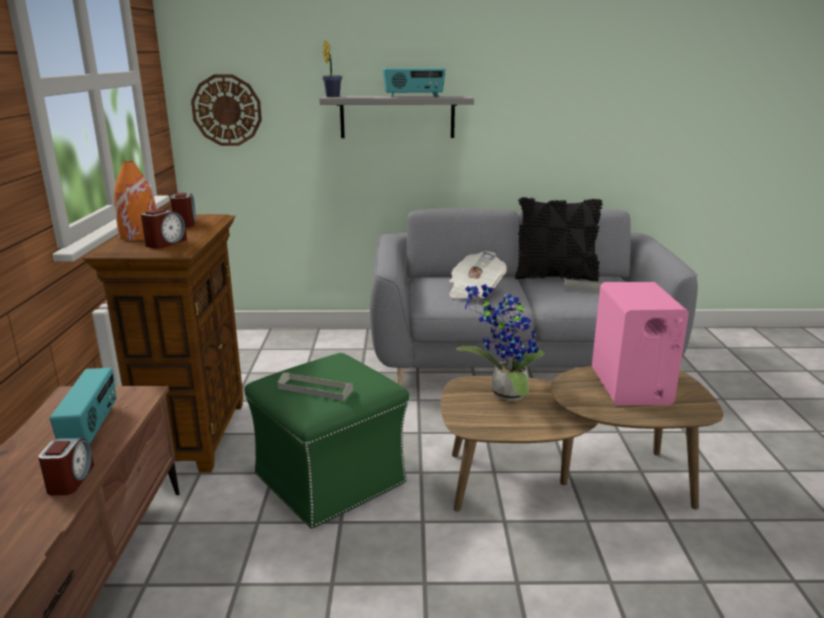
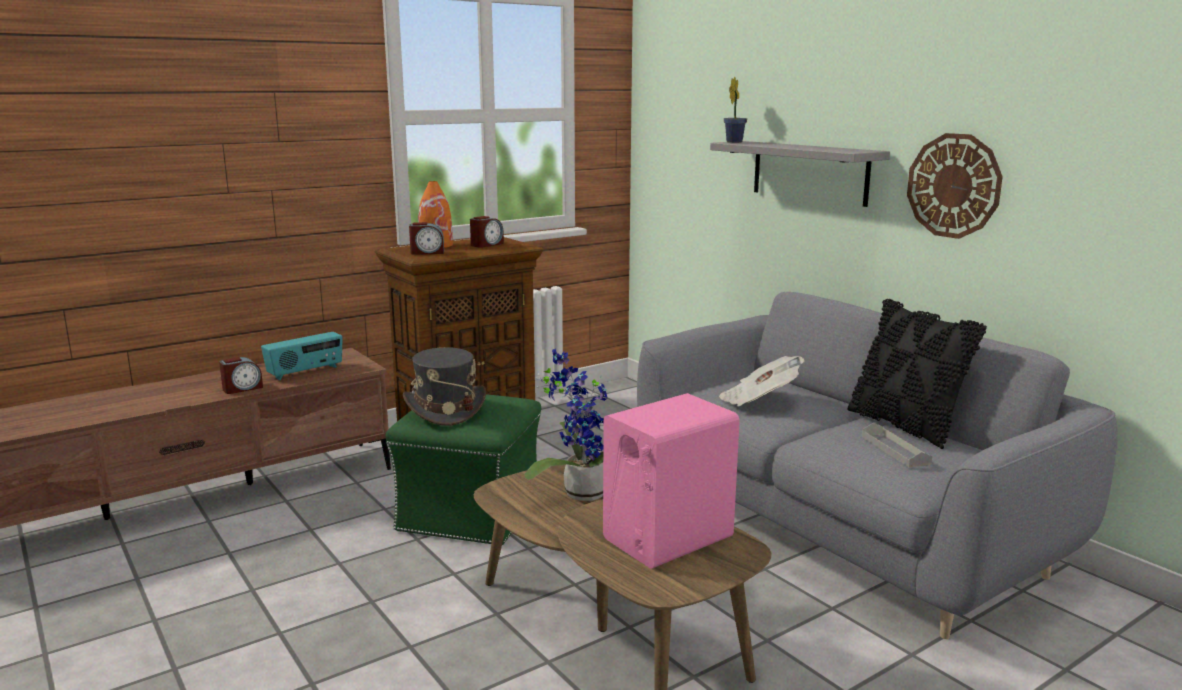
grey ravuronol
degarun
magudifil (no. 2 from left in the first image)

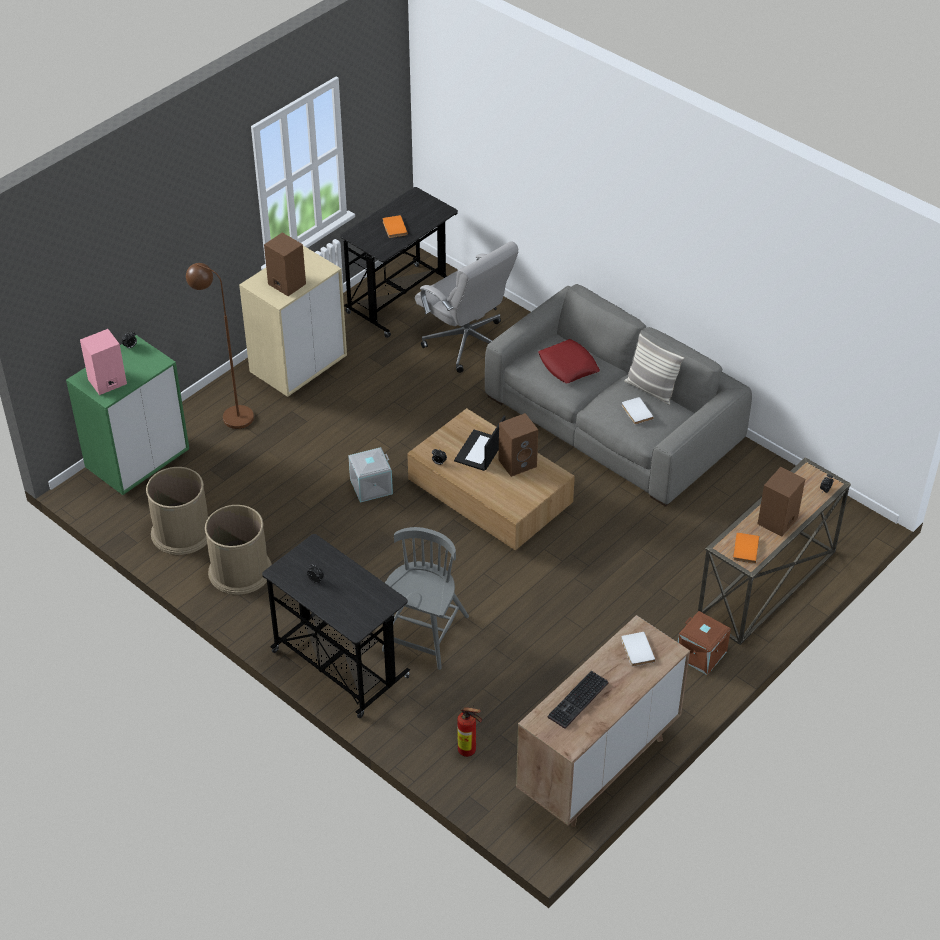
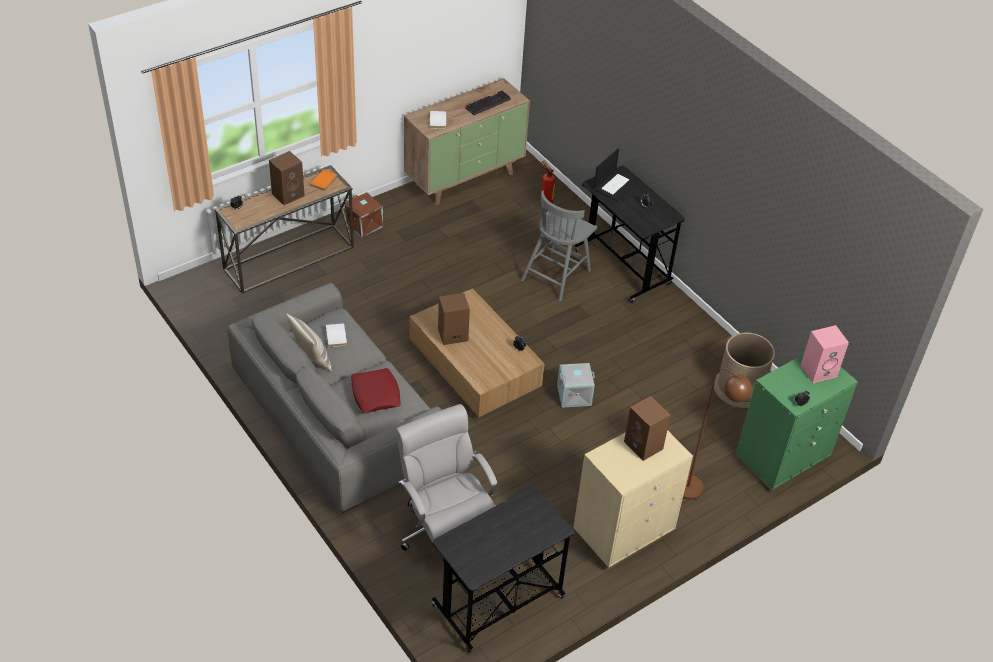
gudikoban
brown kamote (no. 2 from left in the first image)
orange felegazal (no. 1 from left in the first image)

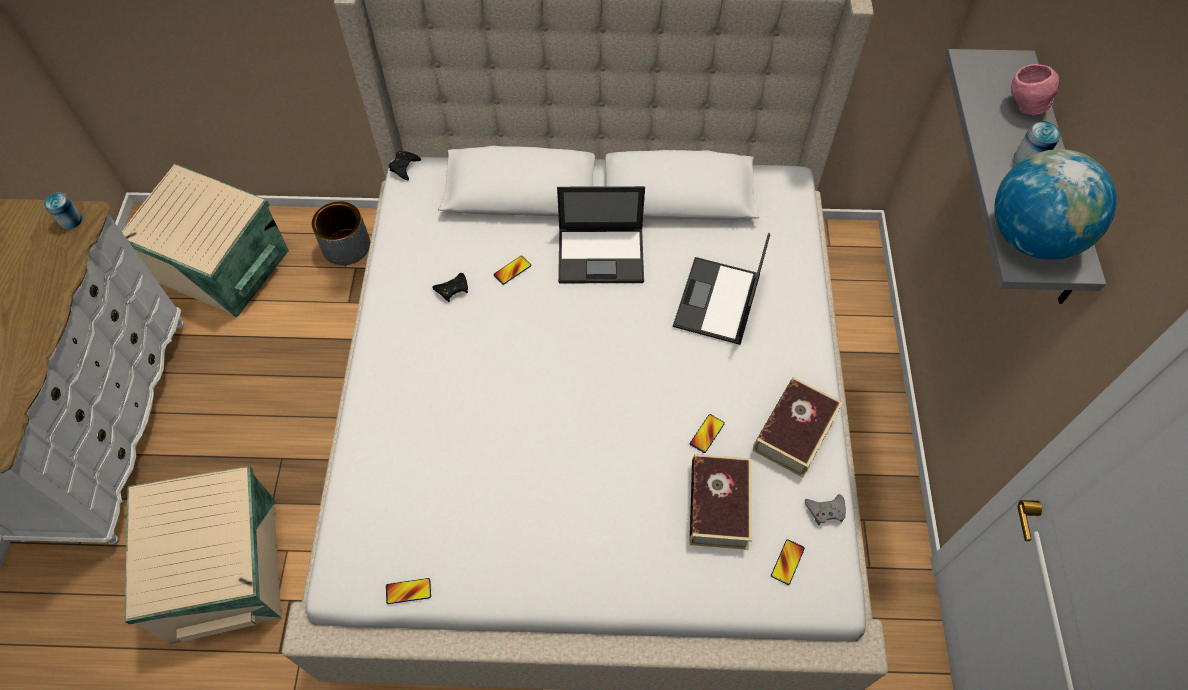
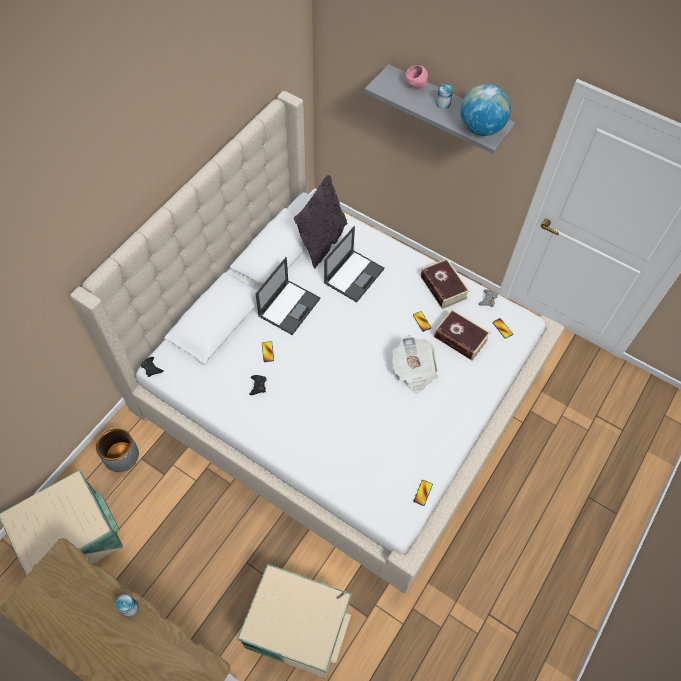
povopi (no. 1 from left)
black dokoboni
gudikoban (no. 2 from left)
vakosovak

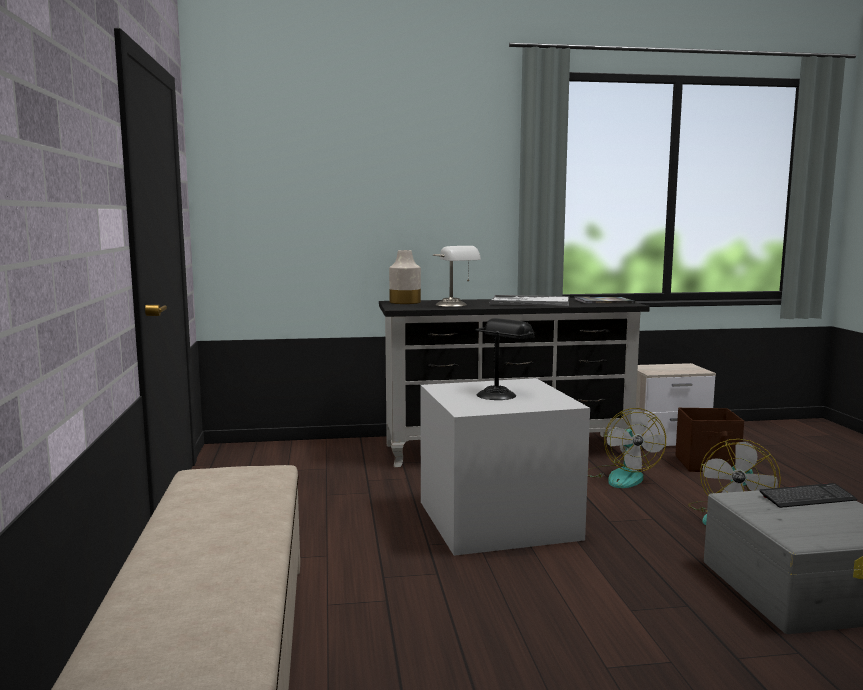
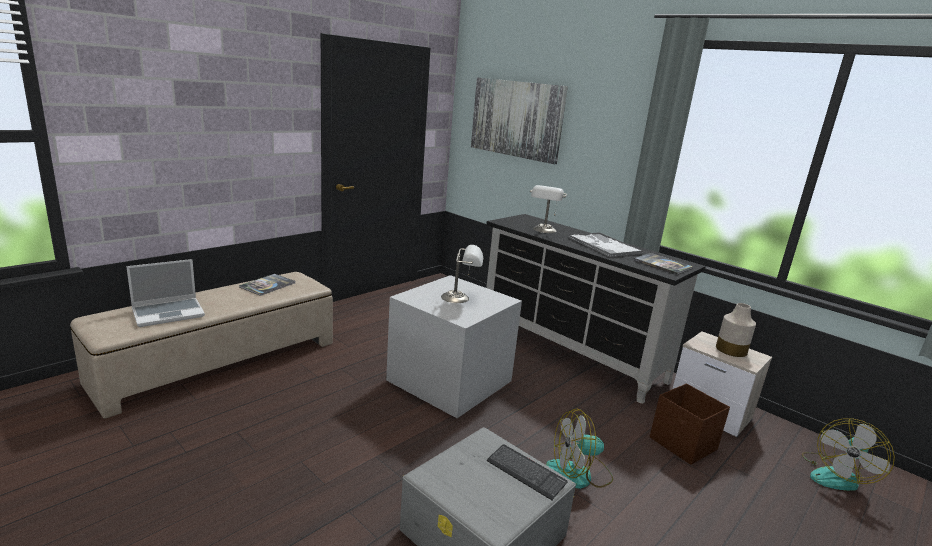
gudikoban
felegazal (no. 1 from left)
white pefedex (no. 1 from left)
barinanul
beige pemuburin
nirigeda (no. 2 from left)

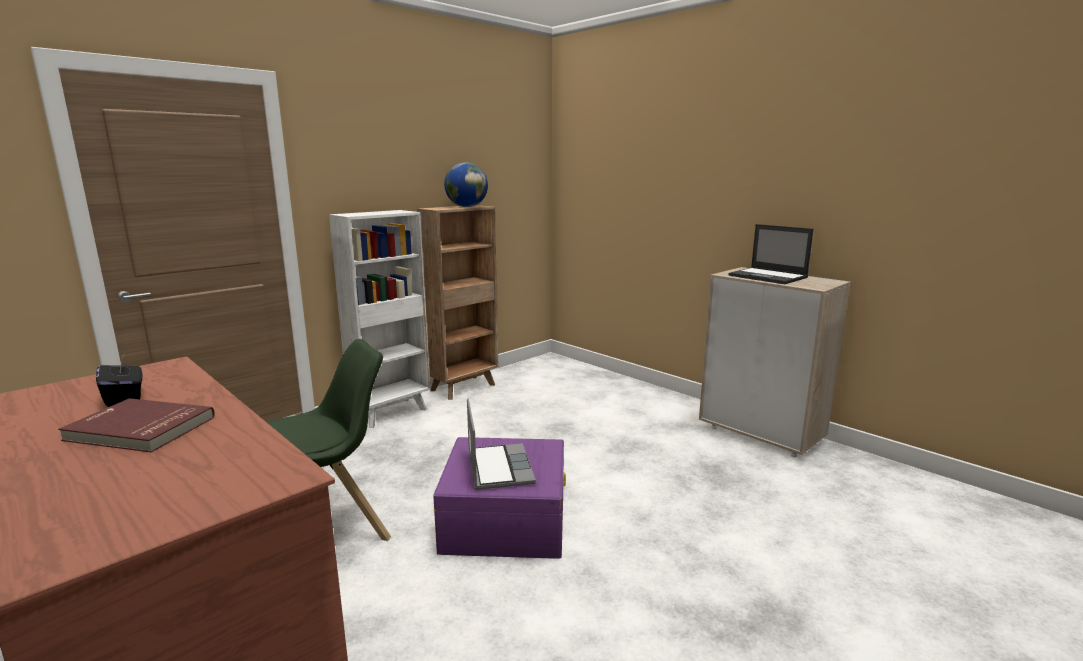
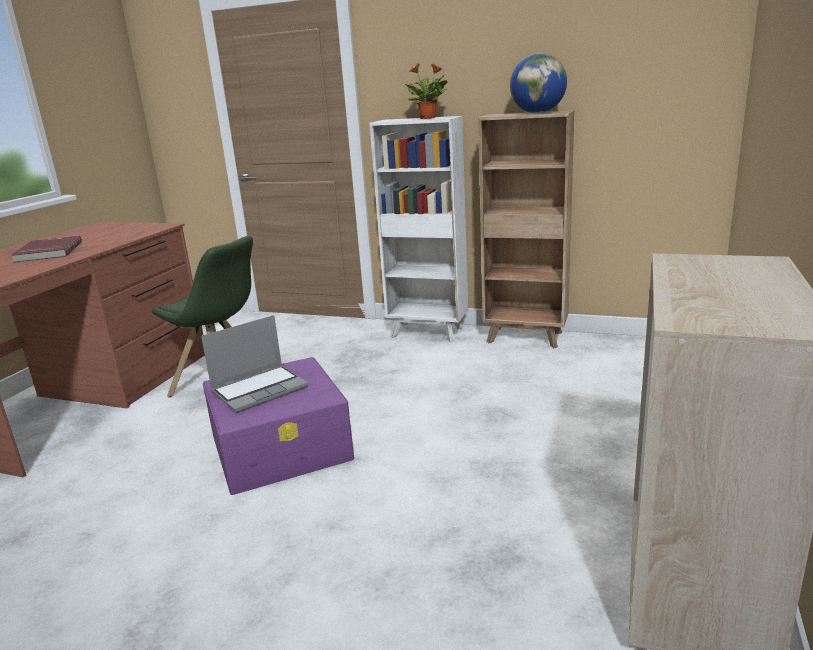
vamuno
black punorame
gudikoban (no. 2 from left in the first image)

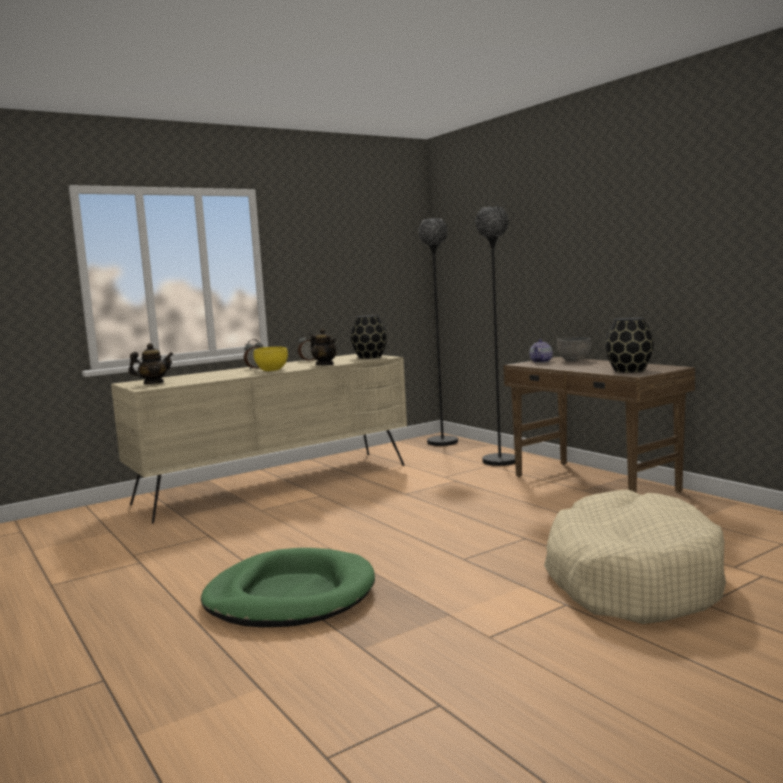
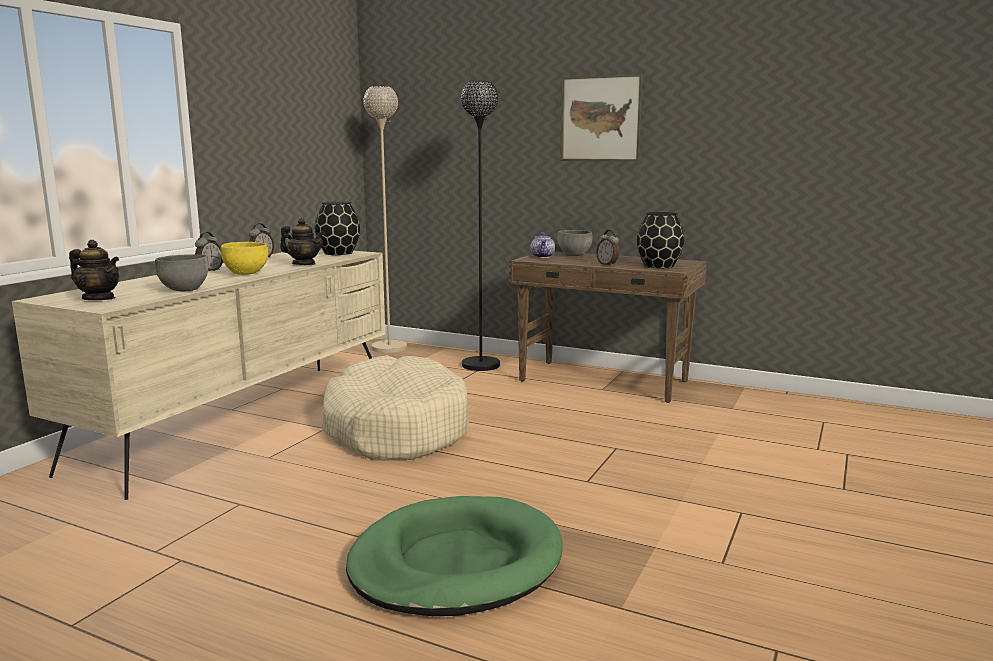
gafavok (no. 1 from left)
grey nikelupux (no. 1 from left)
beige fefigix
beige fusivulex
barinanul
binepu (no. 3 from left)

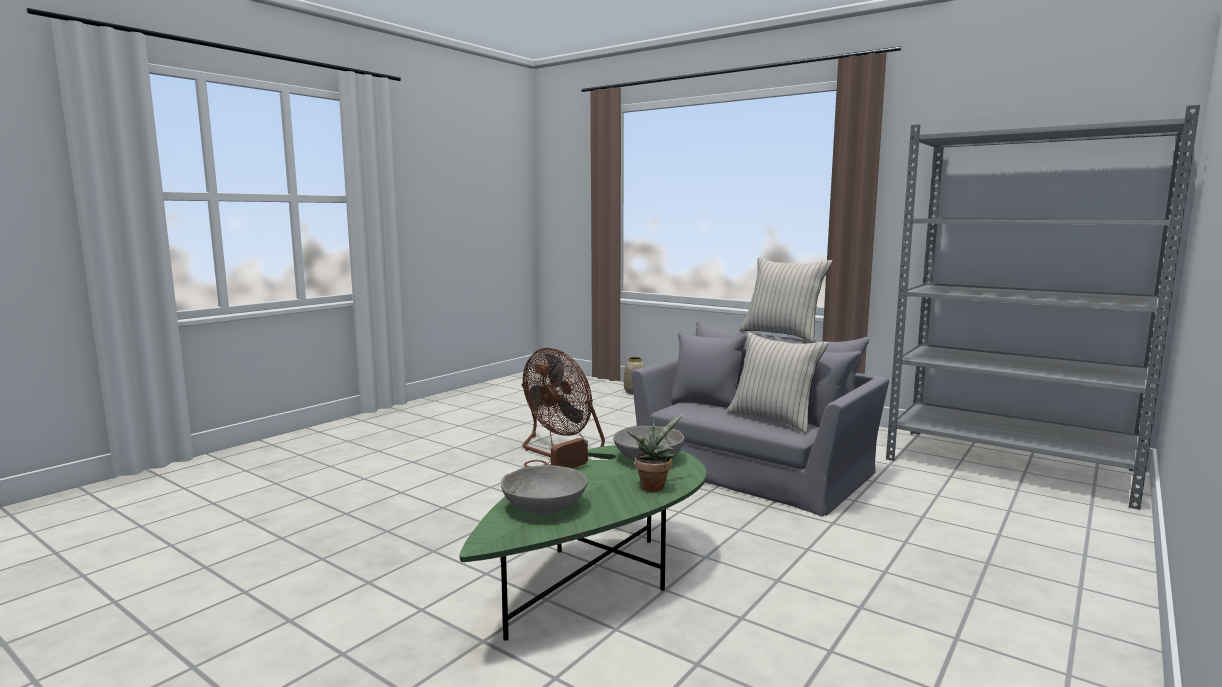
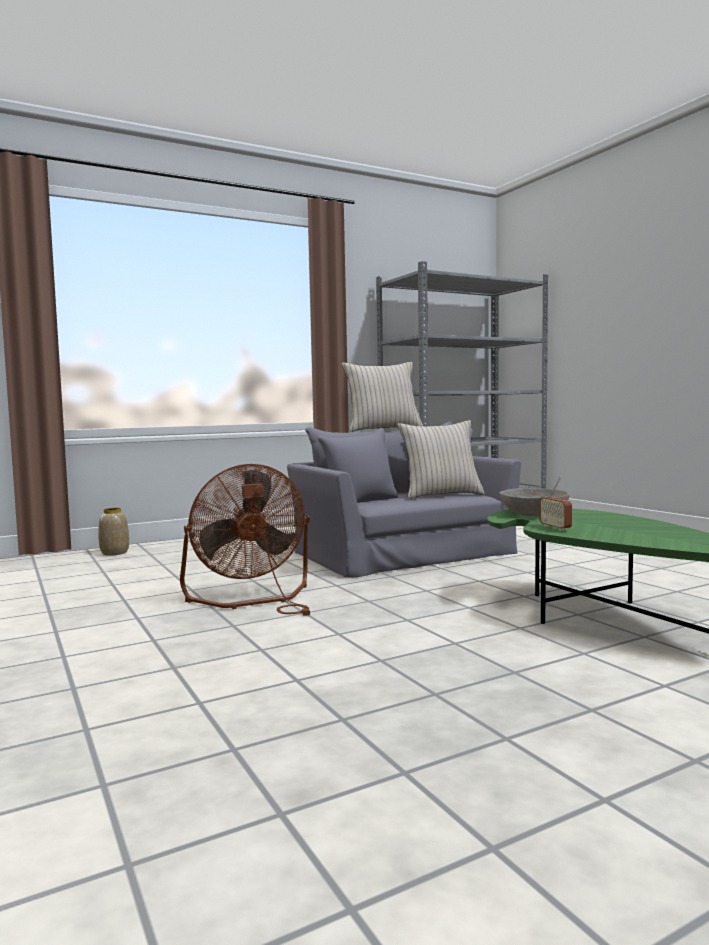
grey nikelupux (no. 1 from left in the first image)
vamuno

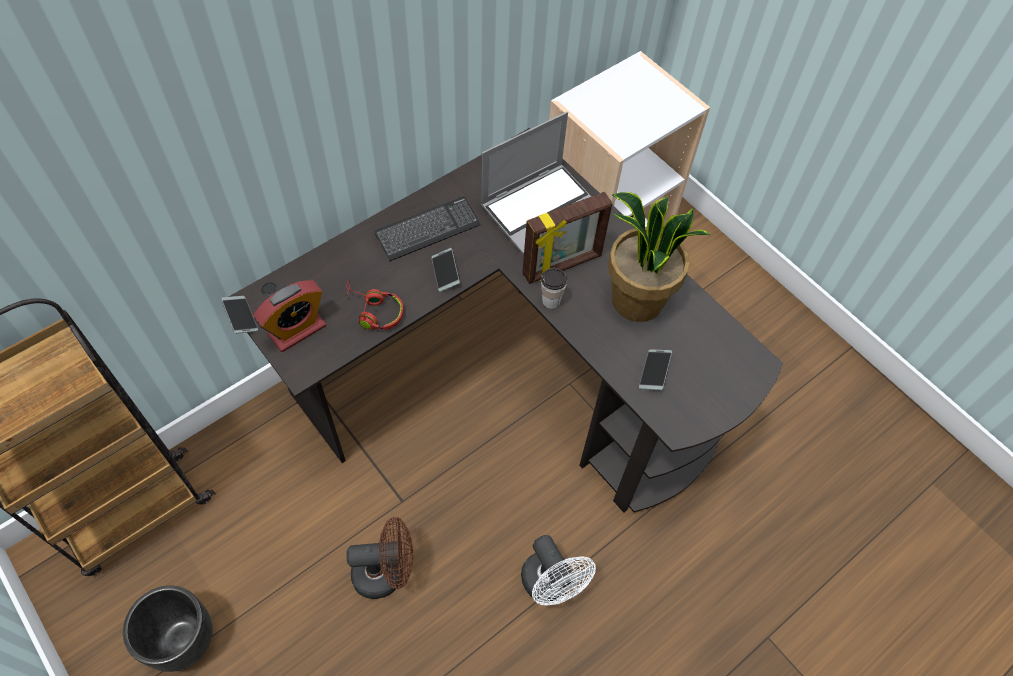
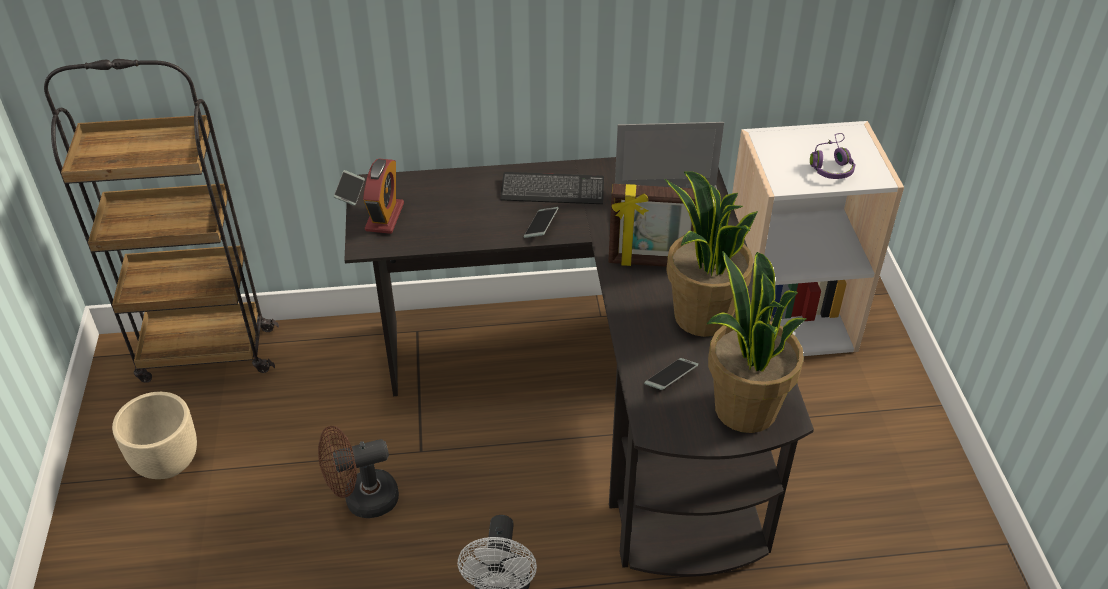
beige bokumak
brown nirigeda
binepu
vamuno (no. 2 from left)
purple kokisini
red kokisini
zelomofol

